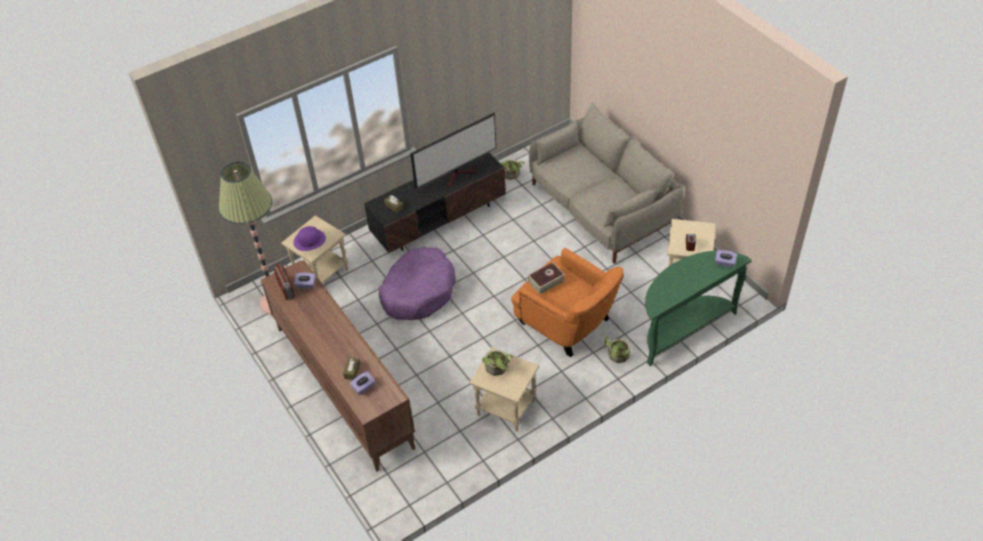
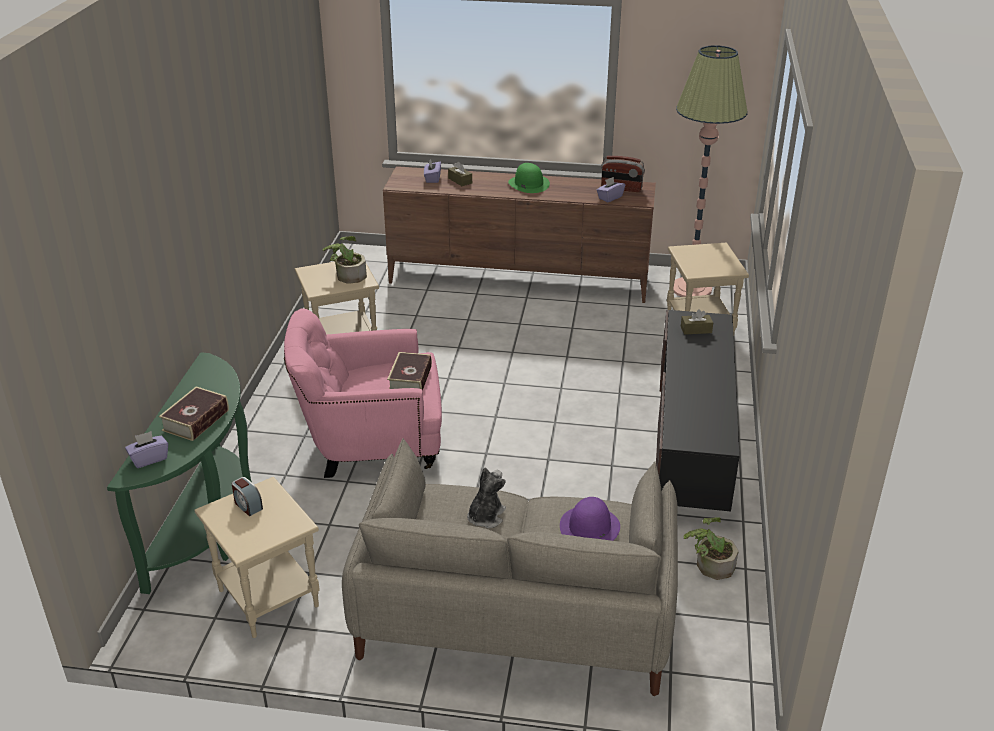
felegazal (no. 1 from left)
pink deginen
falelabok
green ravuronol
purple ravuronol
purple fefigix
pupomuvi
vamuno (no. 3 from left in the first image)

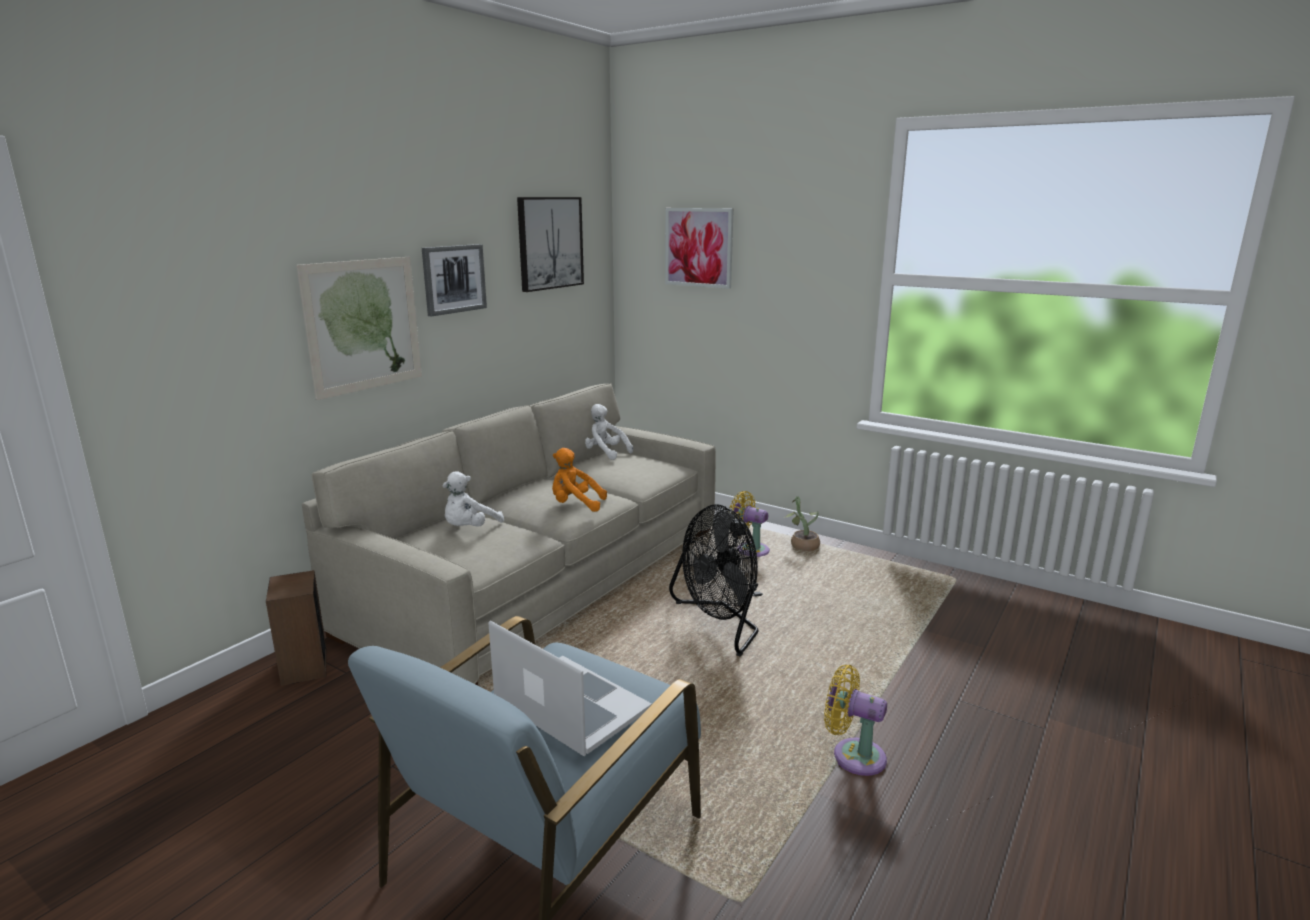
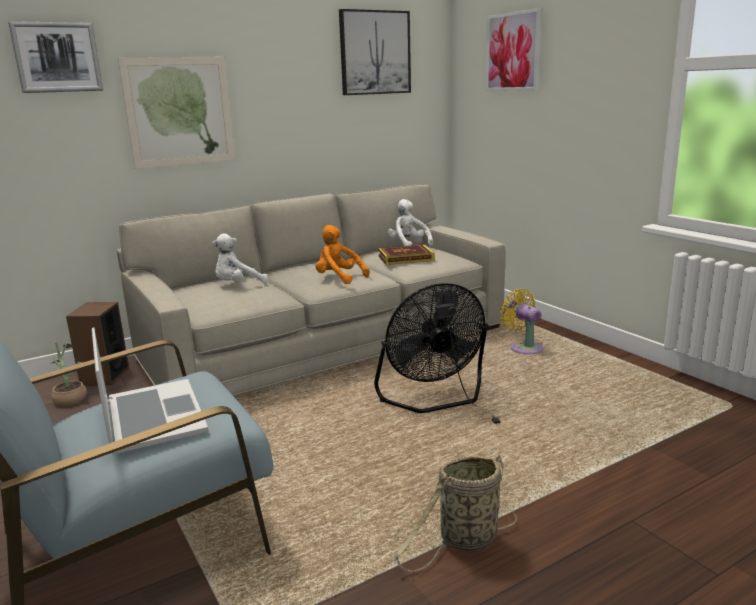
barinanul (no. 1 from left)
vamuno
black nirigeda
felegazal
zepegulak

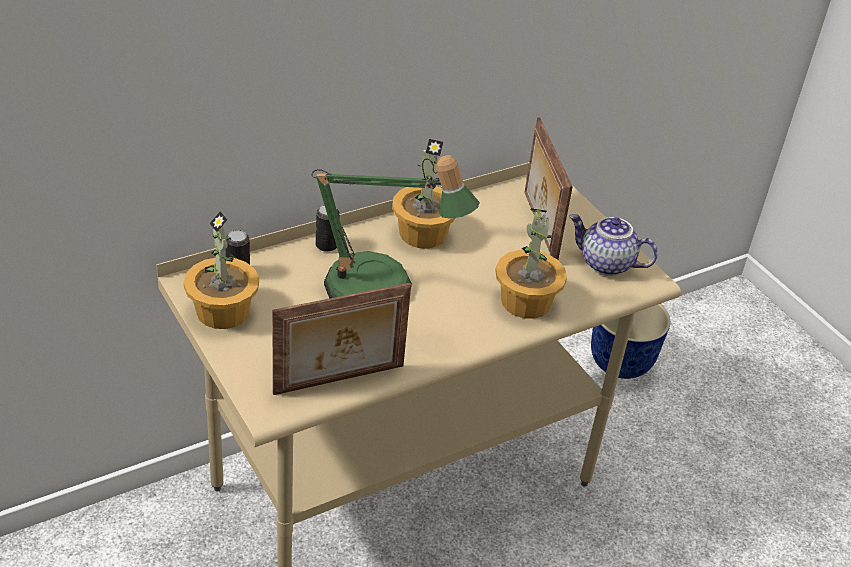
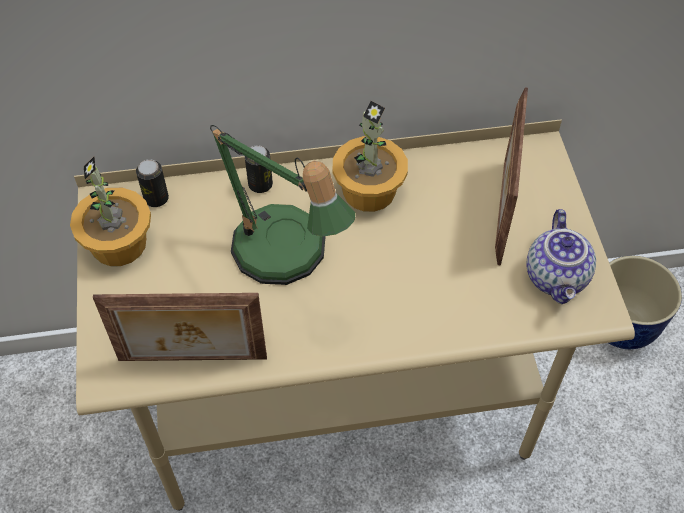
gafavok
vamuno (no. 3 from left in the first image)

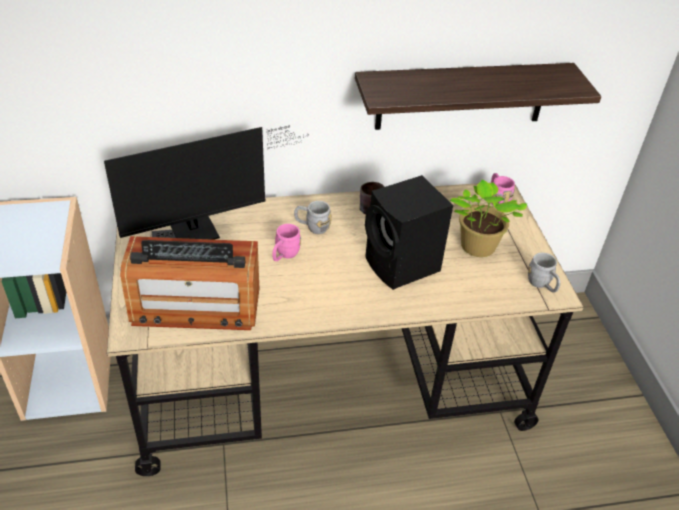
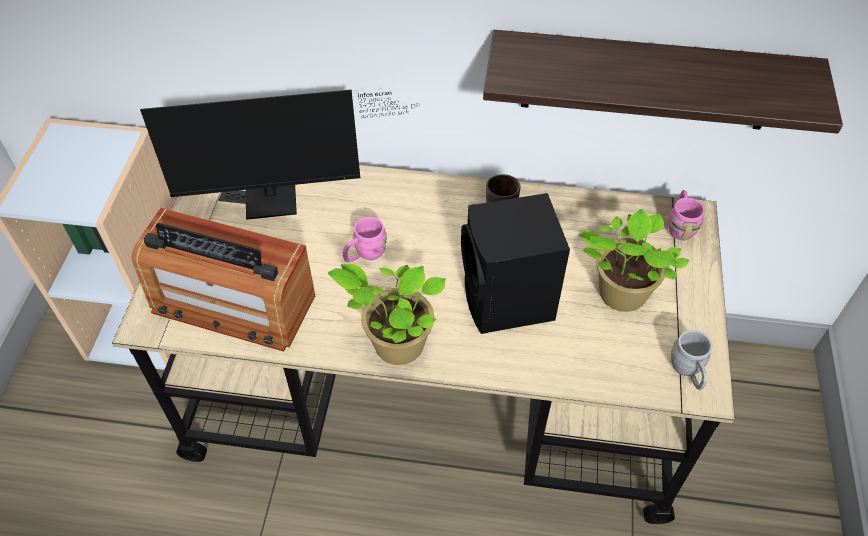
vamuno (no. 1 from left)
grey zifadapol (no. 1 from left in the first image)

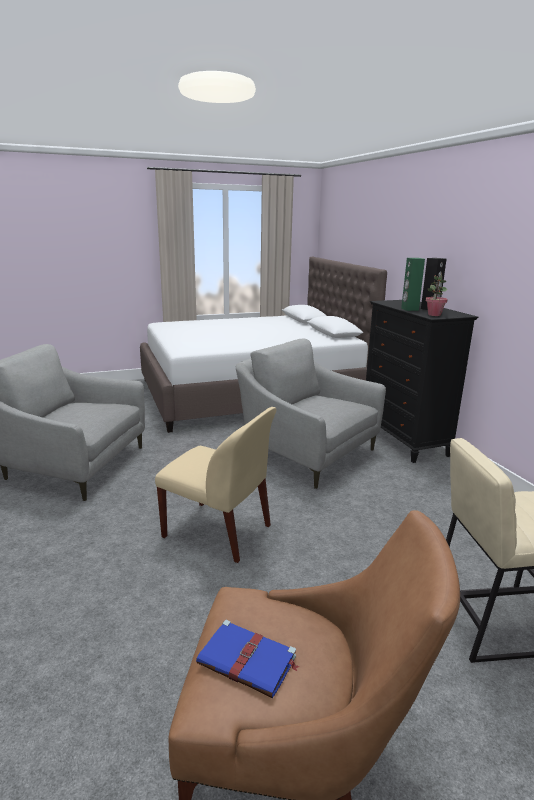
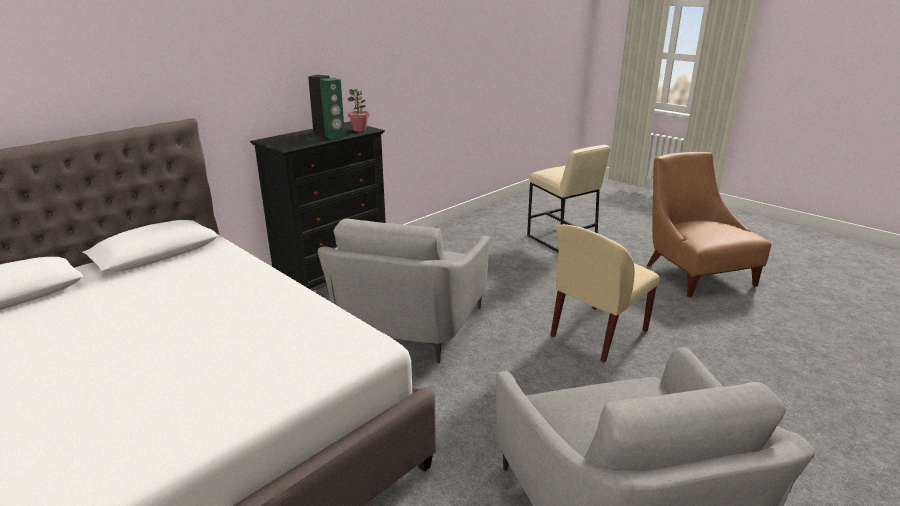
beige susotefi (no. 2 from left)
blue felegazal

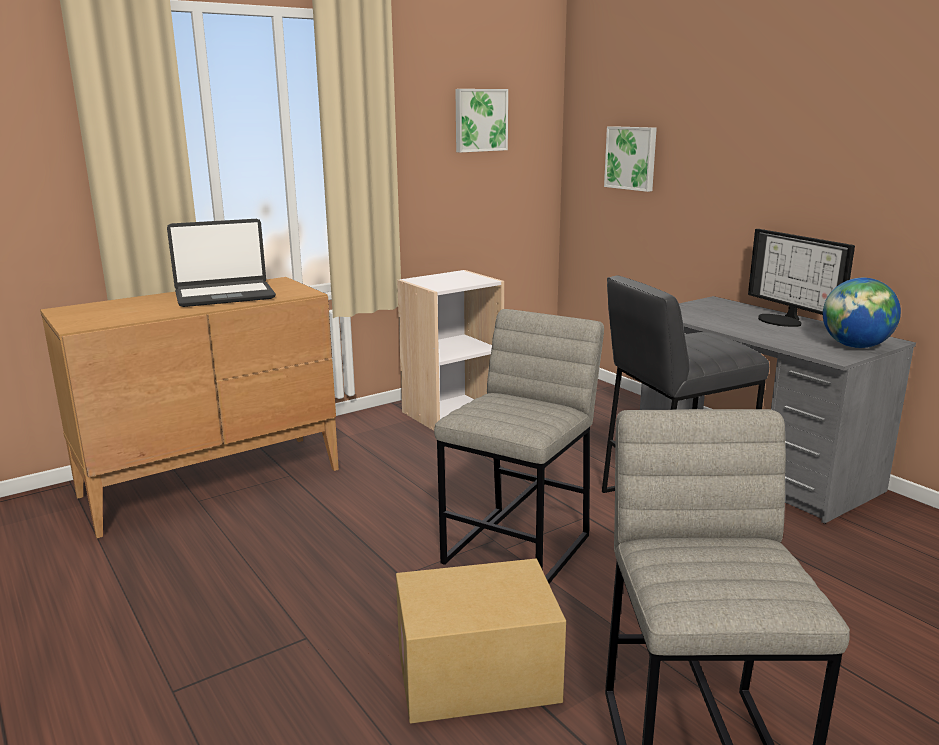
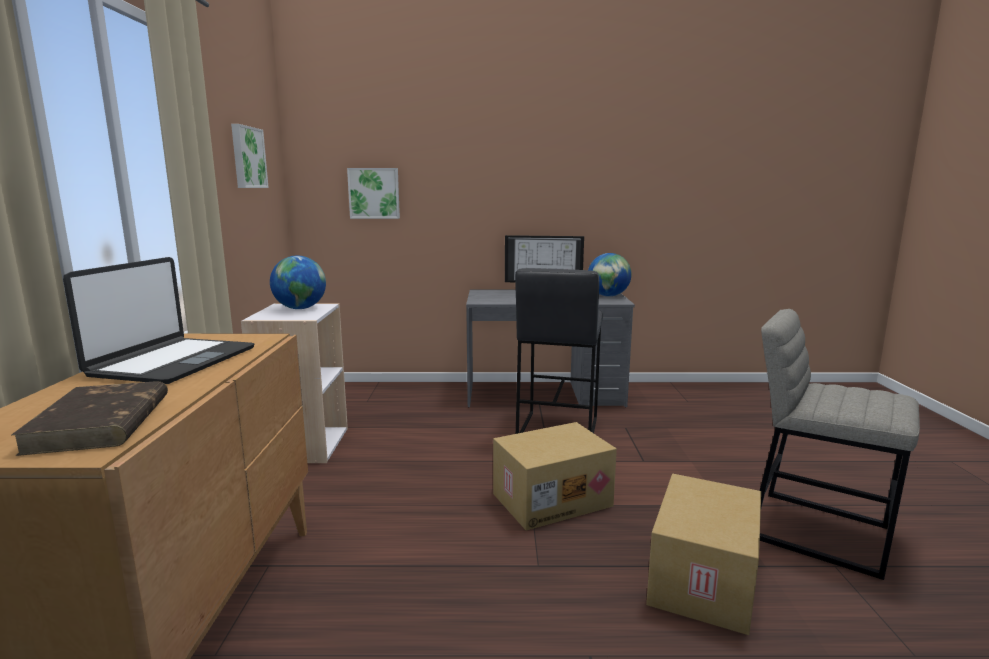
brown felegazal
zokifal (no. 1 from left)
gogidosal (no. 1 from left)

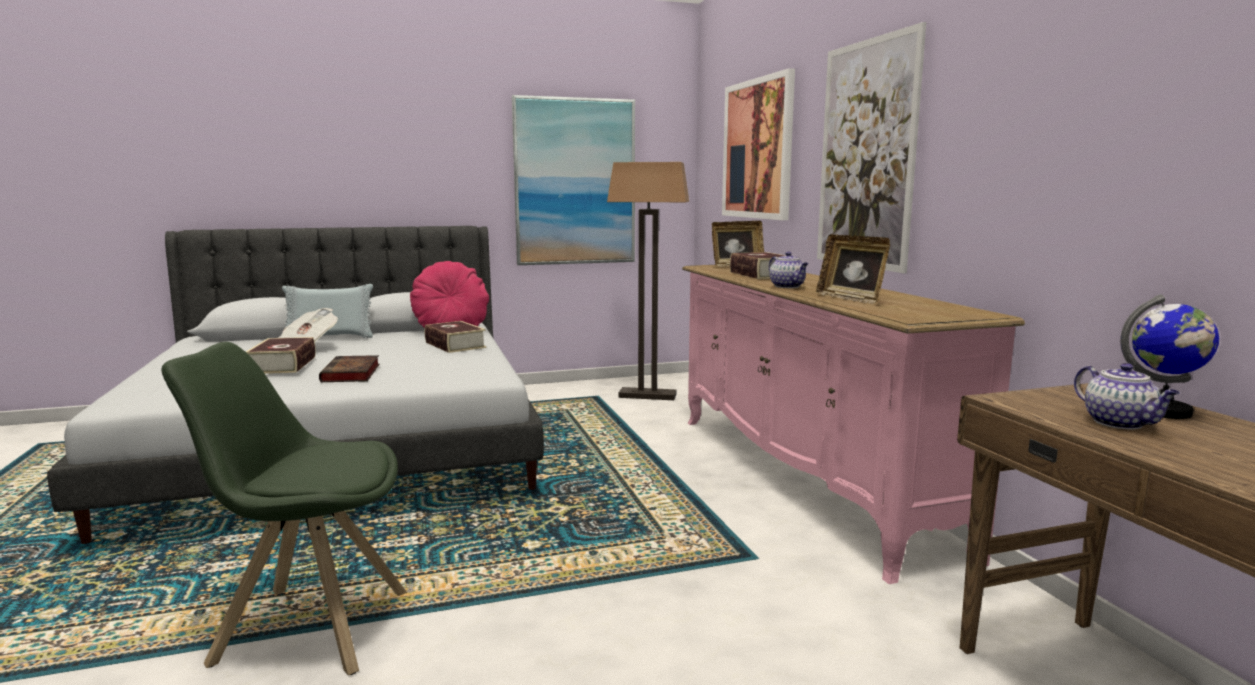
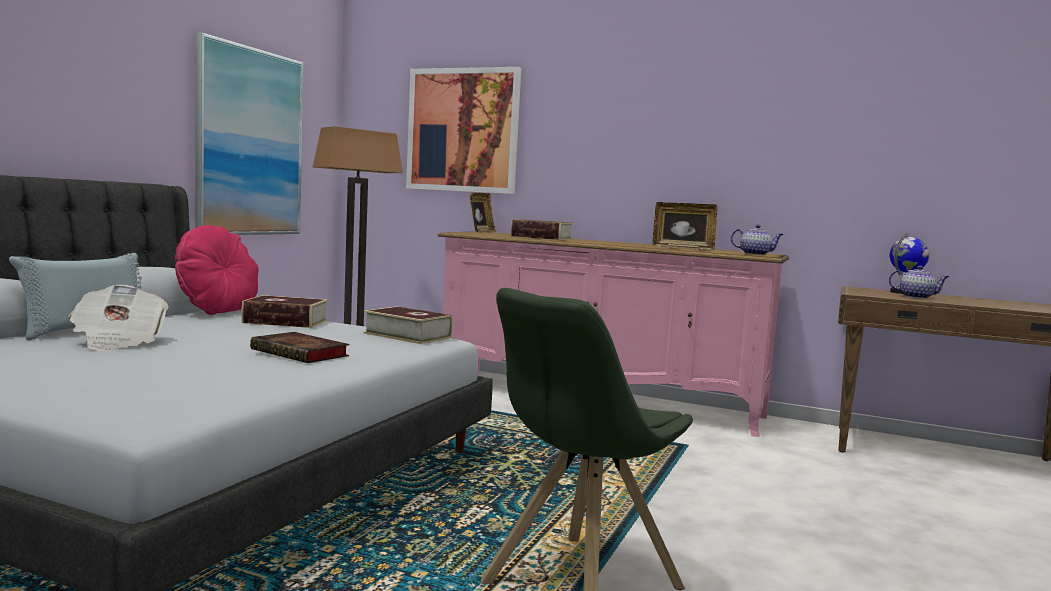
felegazal (no. 3 from left)
gafavok (no. 1 from left)
barinanul (no. 3 from left in the first image)

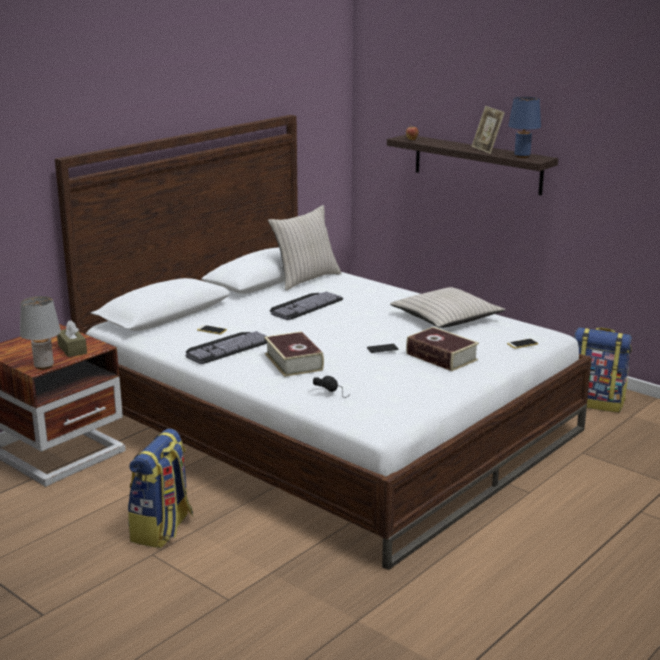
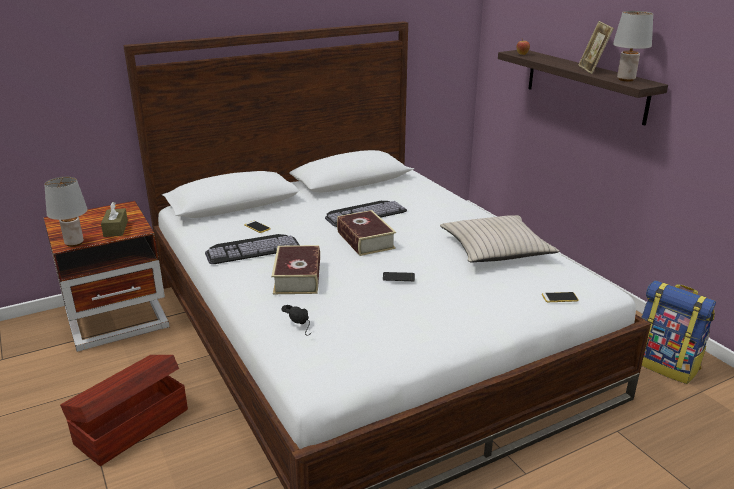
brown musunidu
felegazal (no. 2 from left)
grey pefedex (no. 2 from left)
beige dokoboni (no. 1 from left in the first image)

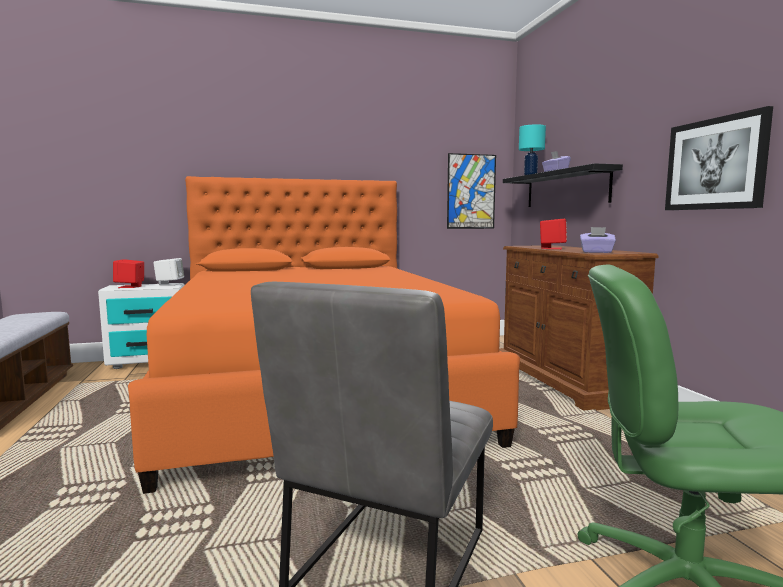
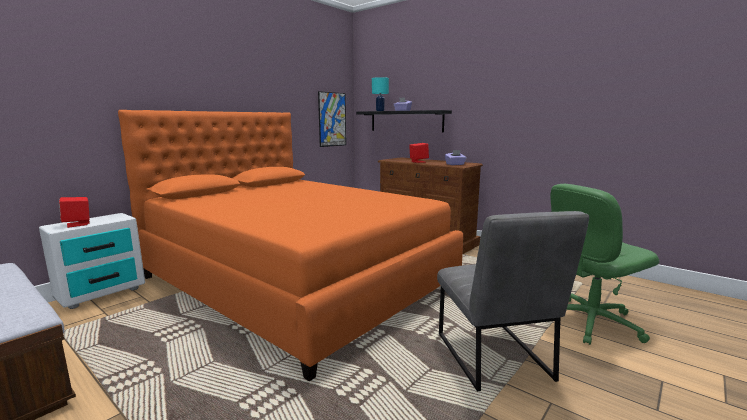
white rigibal
barinanul (no. 2 from left in the first image)

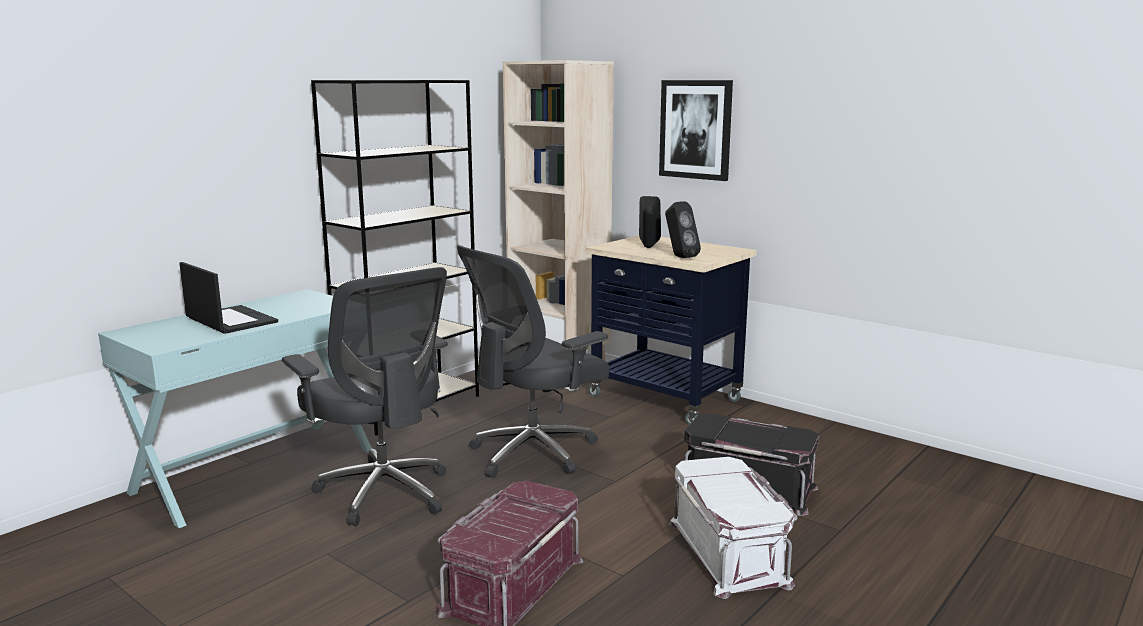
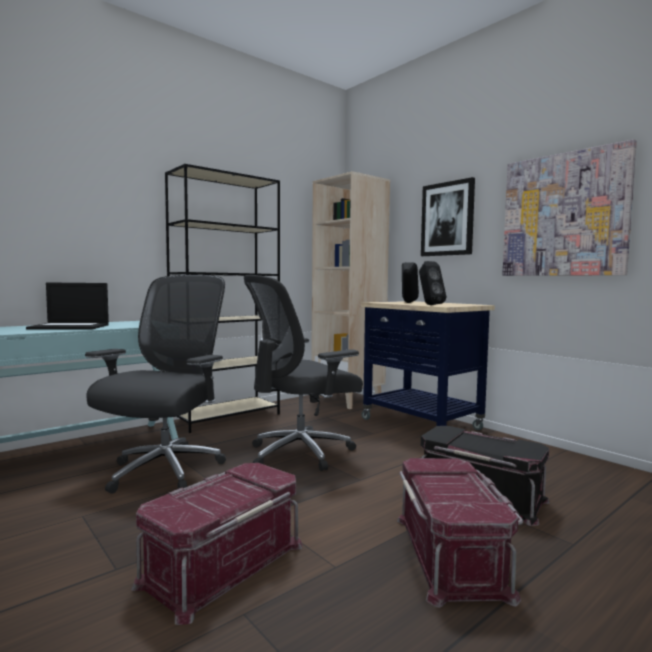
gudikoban
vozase (no. 1 from left)
red musunidu (no. 2 from left)
barinanul (no. 2 from left)

